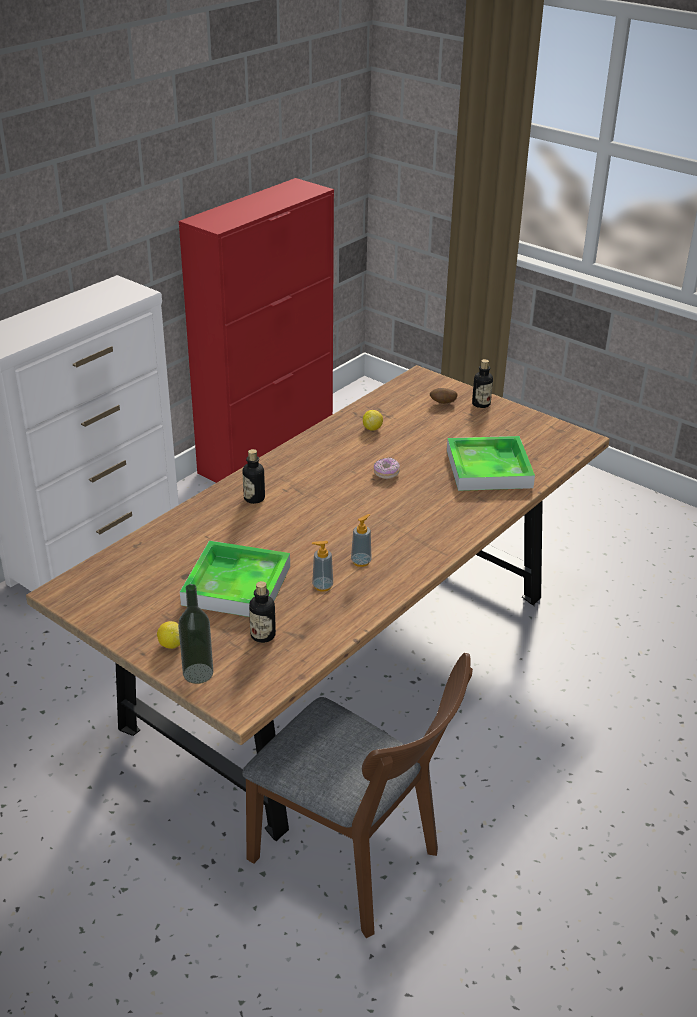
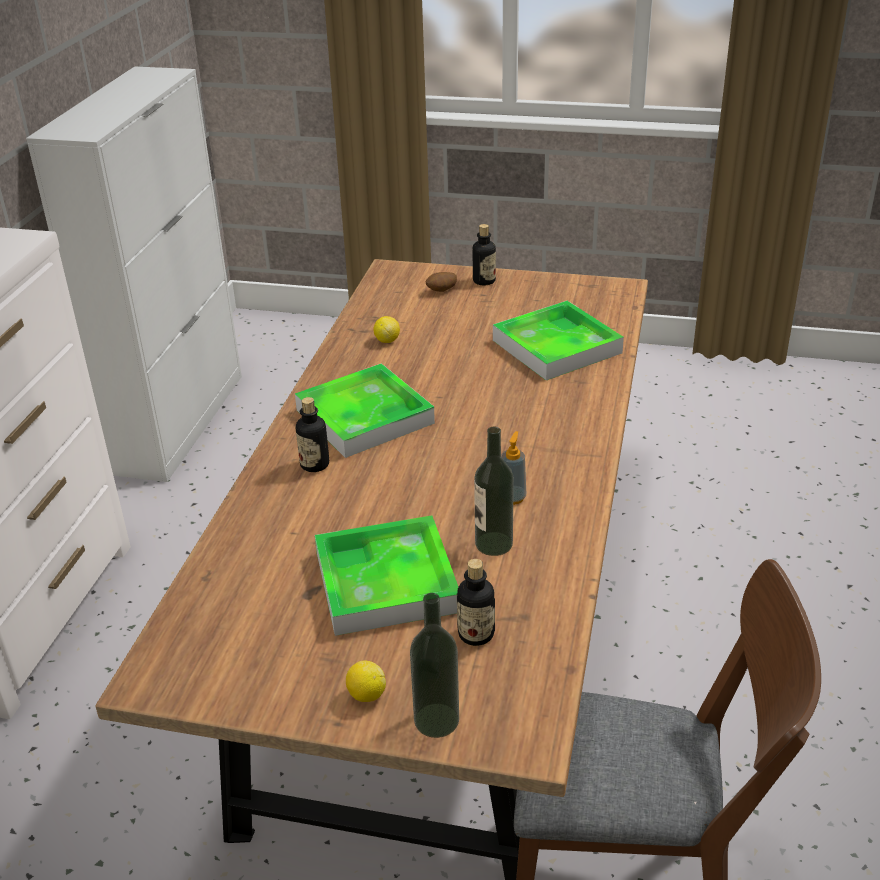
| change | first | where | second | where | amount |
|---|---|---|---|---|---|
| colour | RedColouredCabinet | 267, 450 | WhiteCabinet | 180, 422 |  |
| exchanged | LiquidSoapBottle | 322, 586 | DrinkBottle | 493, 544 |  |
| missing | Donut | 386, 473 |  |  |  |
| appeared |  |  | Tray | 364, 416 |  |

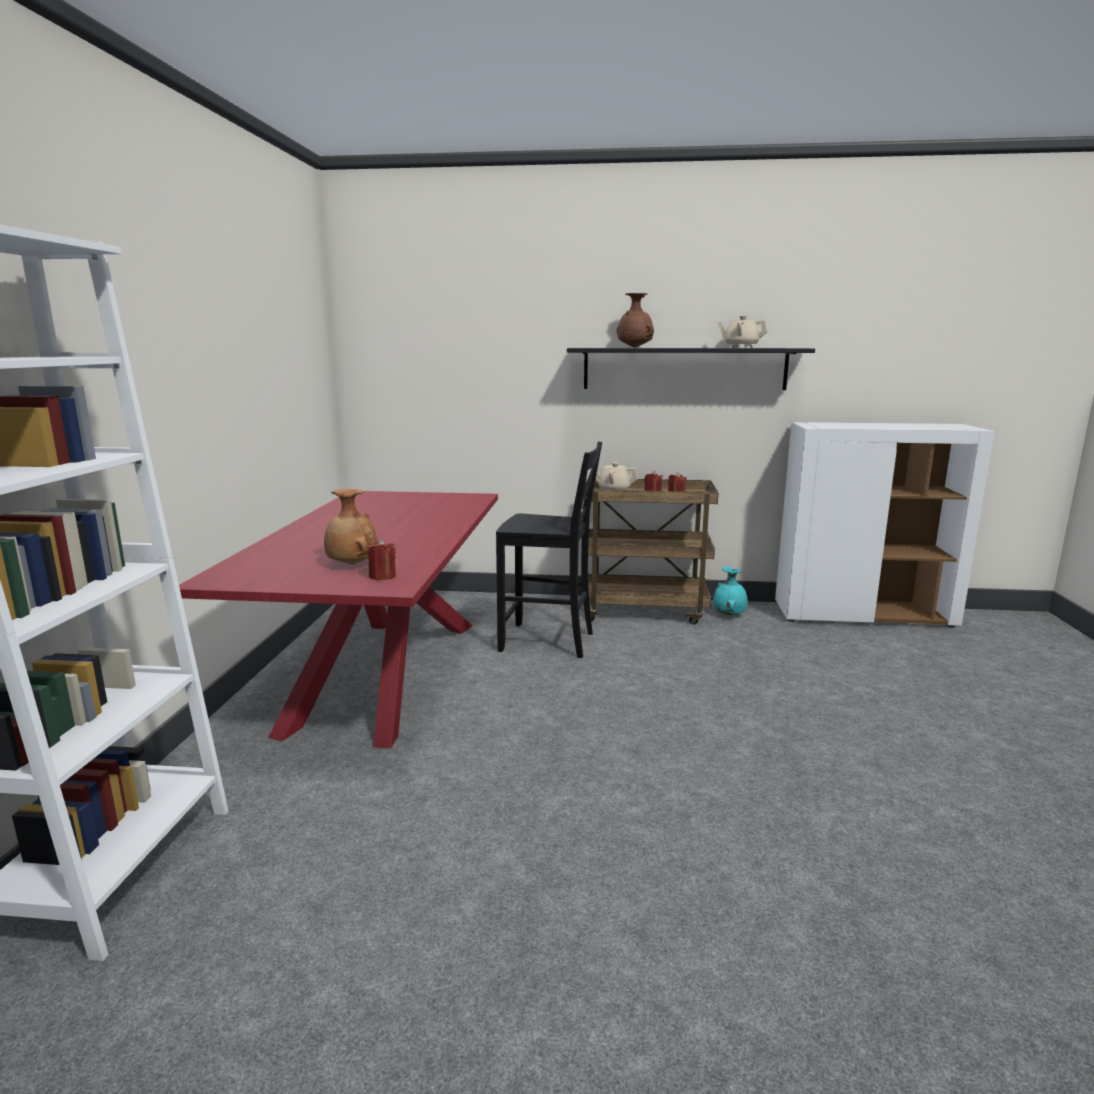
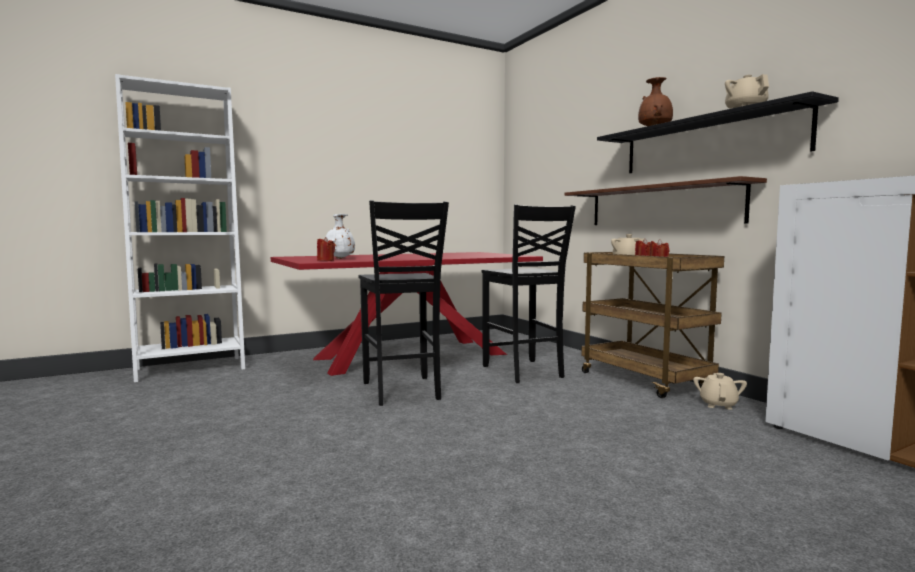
| change | first | where | second | where | amount |
|---|---|---|---|---|---|
| colour | BrownColouredVase | 351, 564 | WhiteVase | 339, 258 |  |
| exchanged | BlueGreenVase | 729, 615 | BeigeColouredTeaPot | 718, 405 |  |
| appeared |  |  | BlackColouredUprightChair | 402, 391 |  |
| appeared |  |  | BrownColouredBracketShelf | 661, 205 |  |

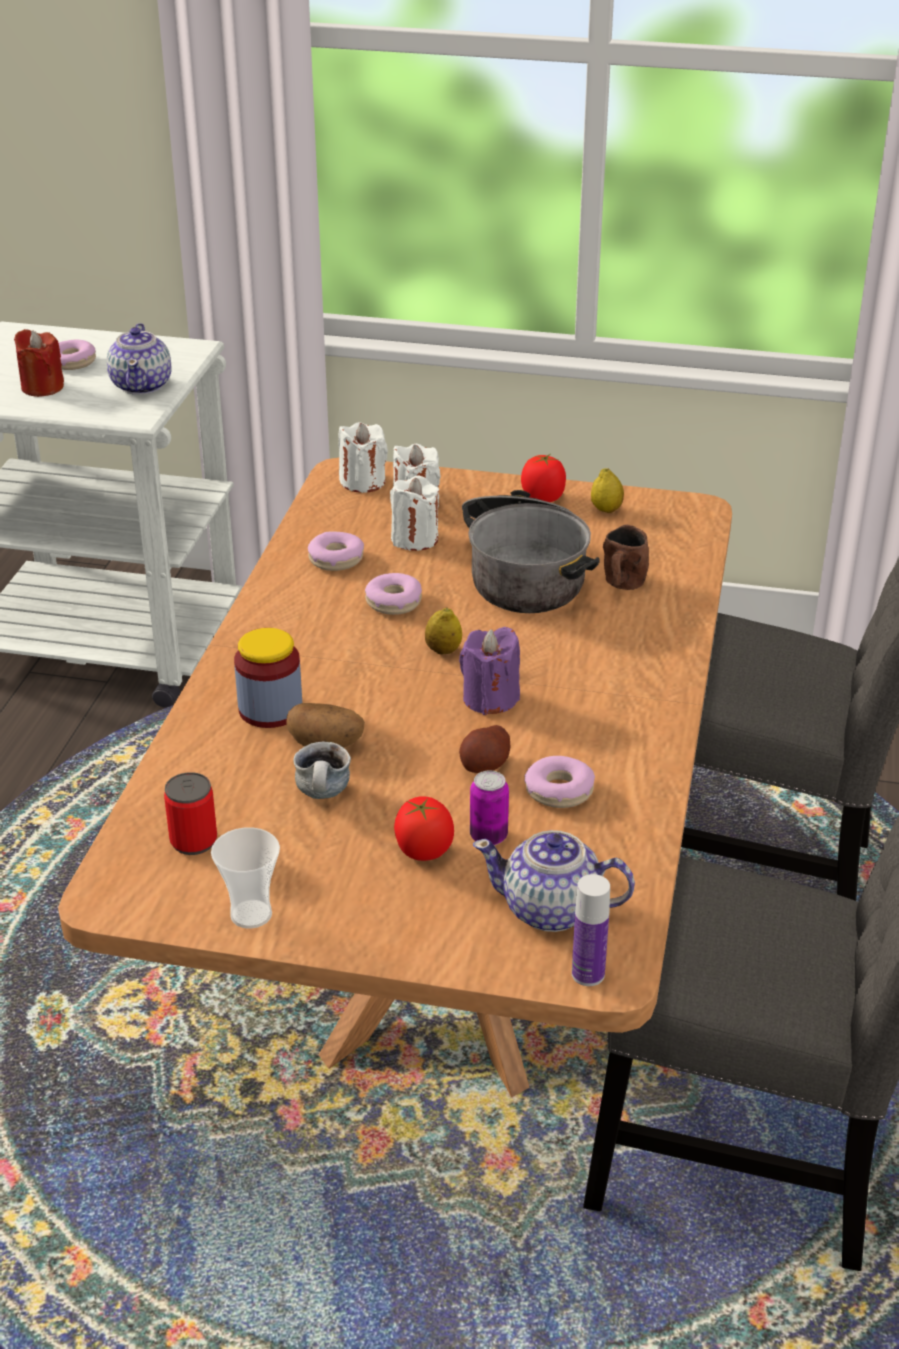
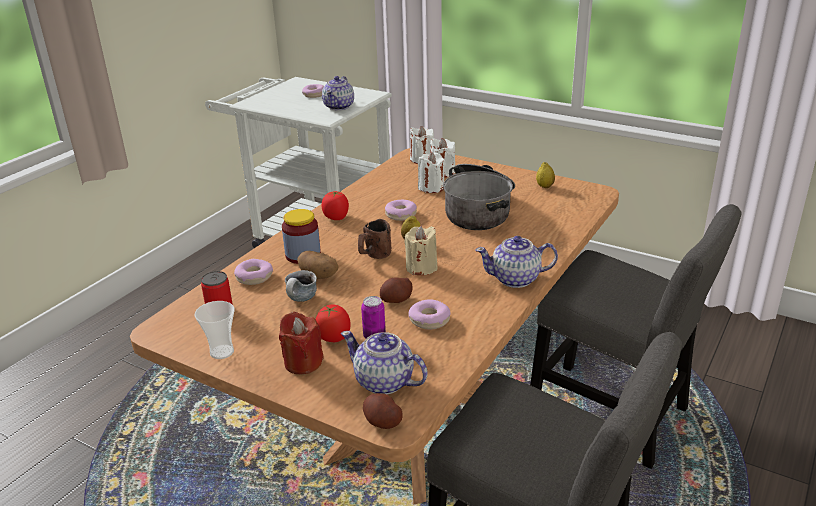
| change | first | where | second | where | amount |
|---|---|---|---|---|---|
| relocated | RedColouredWaxCandle | 42, 387 |  | 303, 362 |  |
| relocated | Donut | 336, 559 |  | 254, 277 |  |
| colour | PurpleColouredWaxCandle | 490, 699 | BeigeColouredWaxCandle | 421, 267 |  |
| relocated | Tomato | 543, 498 |  | 336, 217 |  |
| exchanged | DrinkBottle | 588, 974 | WholePotato | 382, 422 |  |
| relocated | BrownColouredMug | 621, 586 |  | 373, 256 |  |
| appeared |  |  | TeaPot | 516, 279 |  |

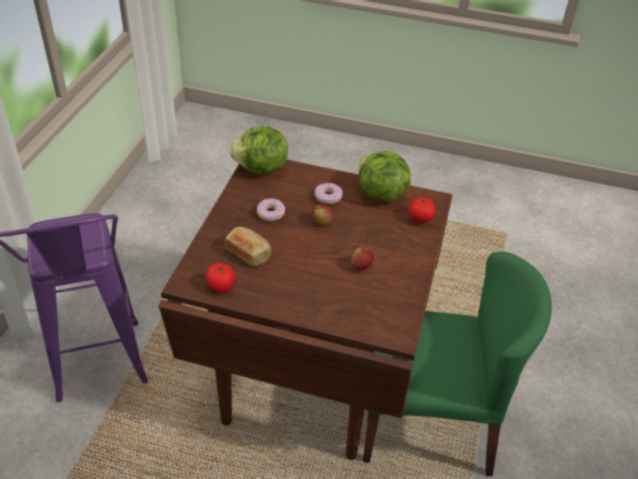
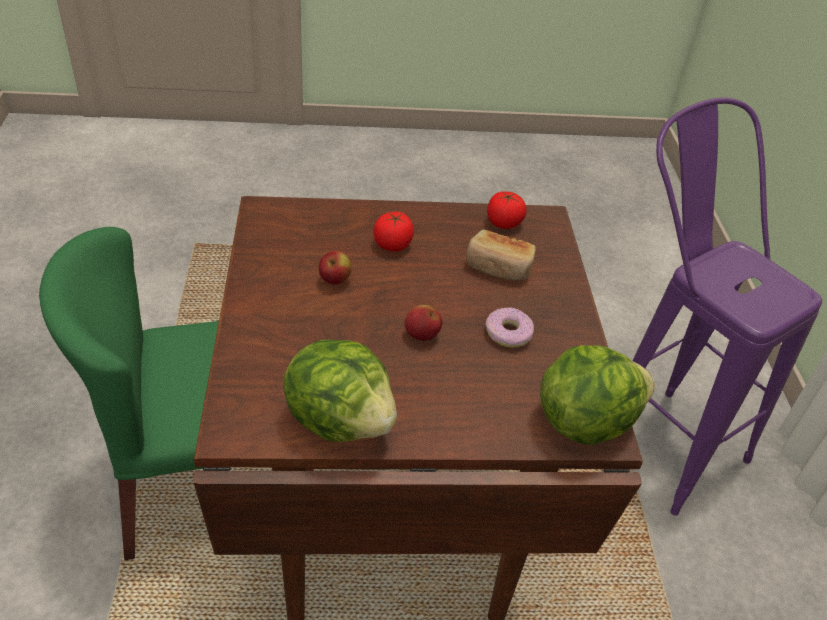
| change | first | where | second | where | amount |
|---|---|---|---|---|---|
| missing | Donut | 328, 197 |  |  |  |
| relocated | Tomato | 420, 218 |  | 393, 244 |  |

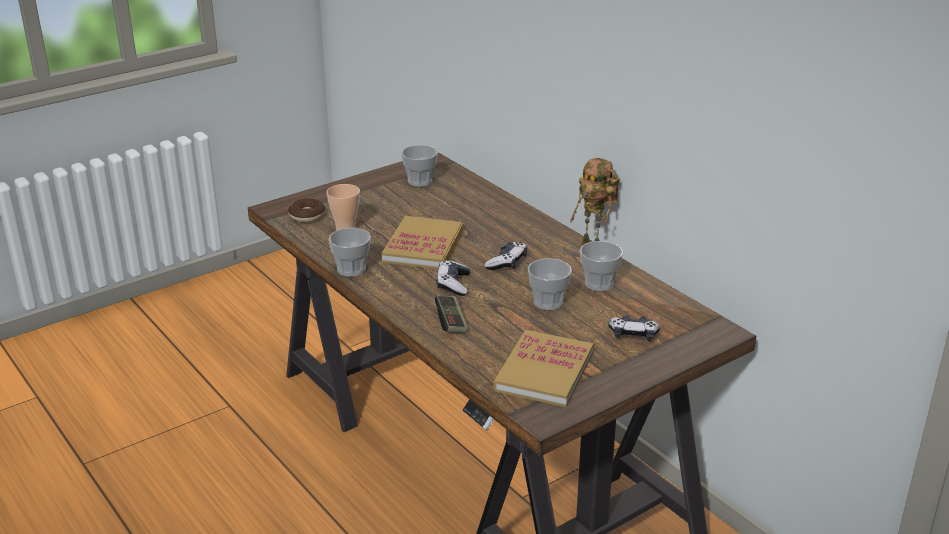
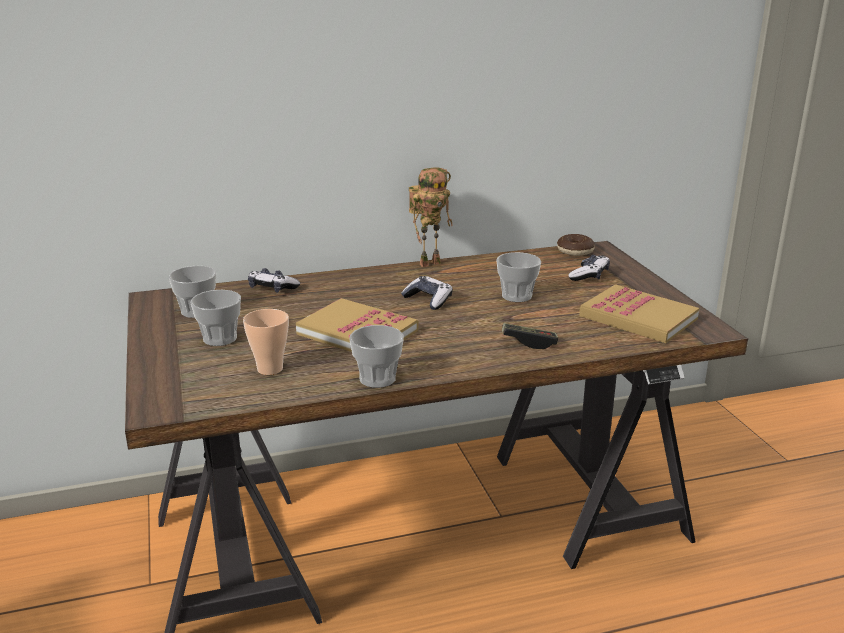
| change | first | where | second | where | amount |
|---|---|---|---|---|---|
| relocated | Donut | 307, 216 |  | 575, 251 |  |
| relocated | GameController | 453, 284 |  | 272, 288 |  |
| relocated | Cup | 599, 284 |  | 220, 338 |  |

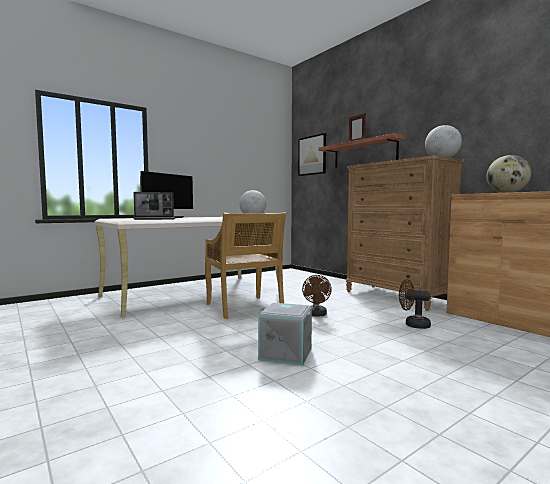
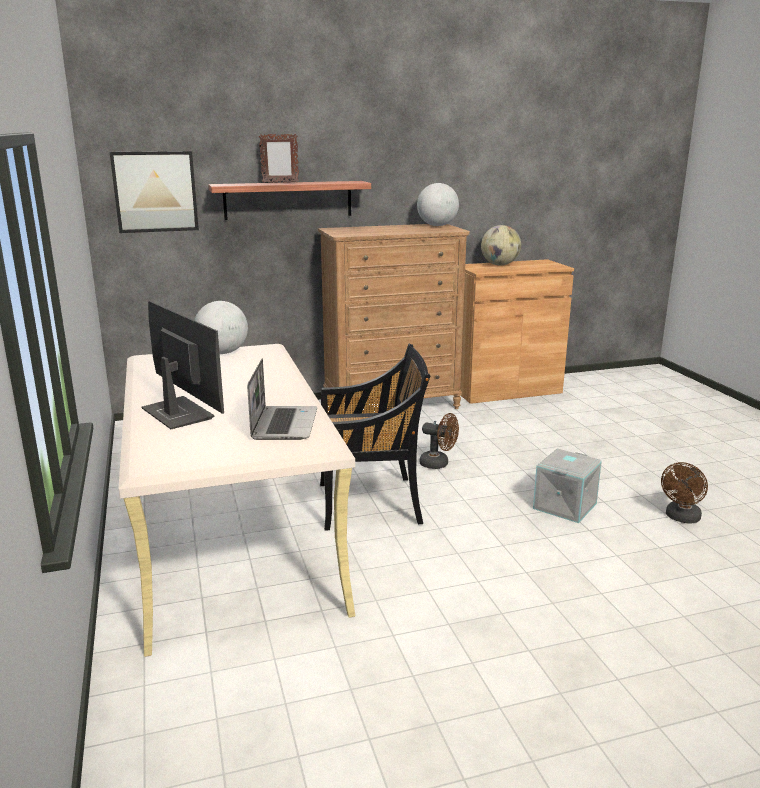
| change | first | where | second | where | amount |
|---|---|---|---|---|---|
| colour | BeigeColouredUprightChair | 244, 308 | BlackColouredUprightChair | 371, 503 |  |
| relocated | BrownColouredCoolingFan | 413, 325 |  | 681, 518 |  |

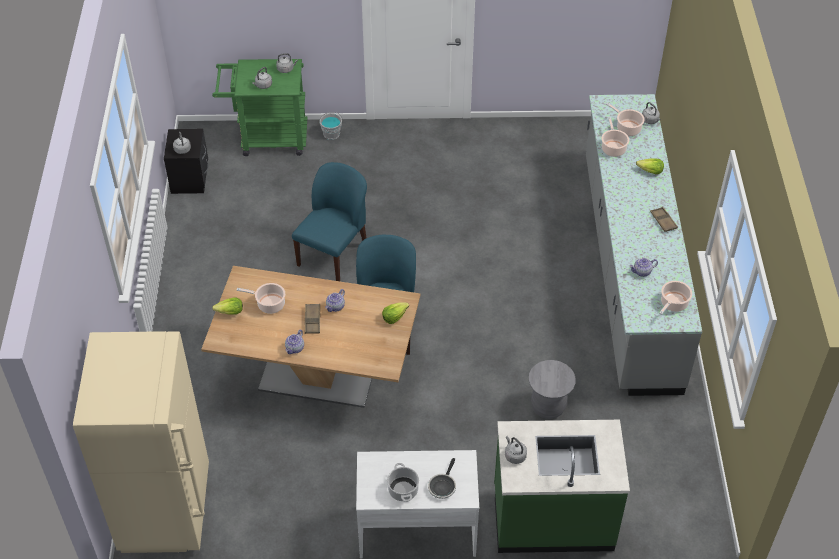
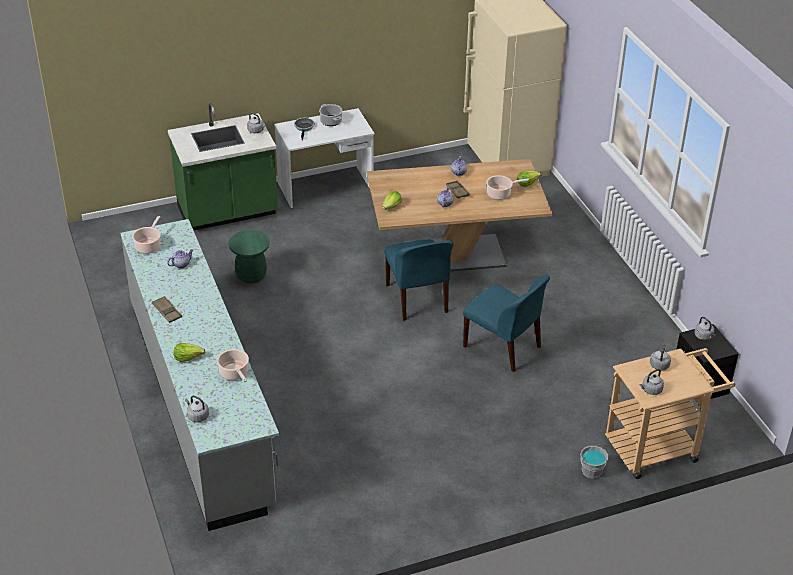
| change | first | where | second | where | amount |
|---|---|---|---|---|---|
| colour | GreenTrolley | 267, 138 | BeigeColouredTrolley | 658, 447 |  |
| spun | BlueColouredUprightChair | 333, 254 |  | 503, 347 | 60 degrees counterclockwise |
| colour | GreyStool | 548, 406 | GreenStool | 251, 275 |  |
| missing | Stockpot | 627, 128 |  |  |  |

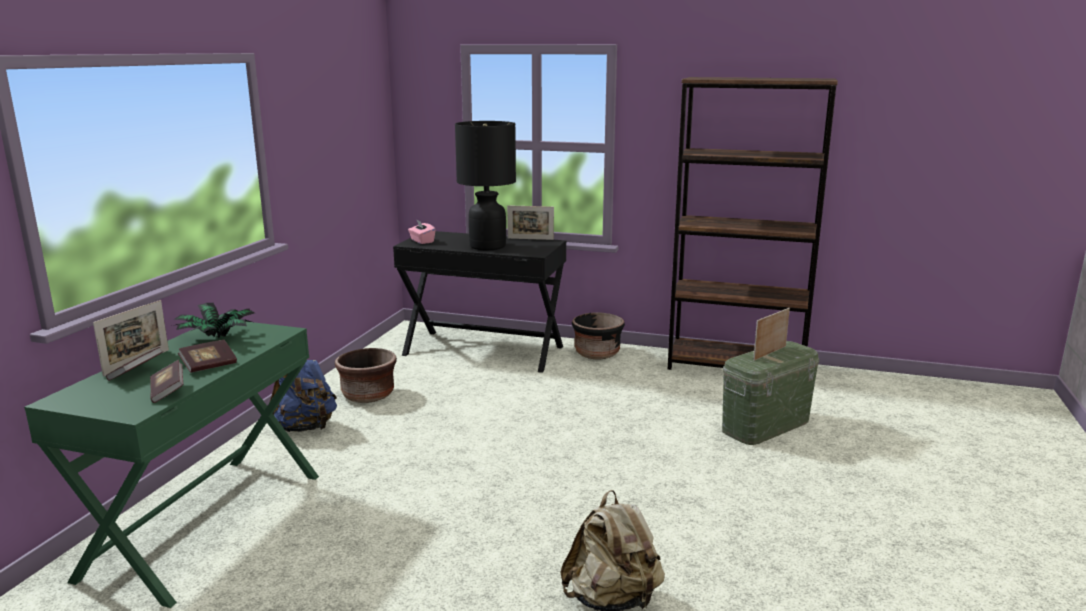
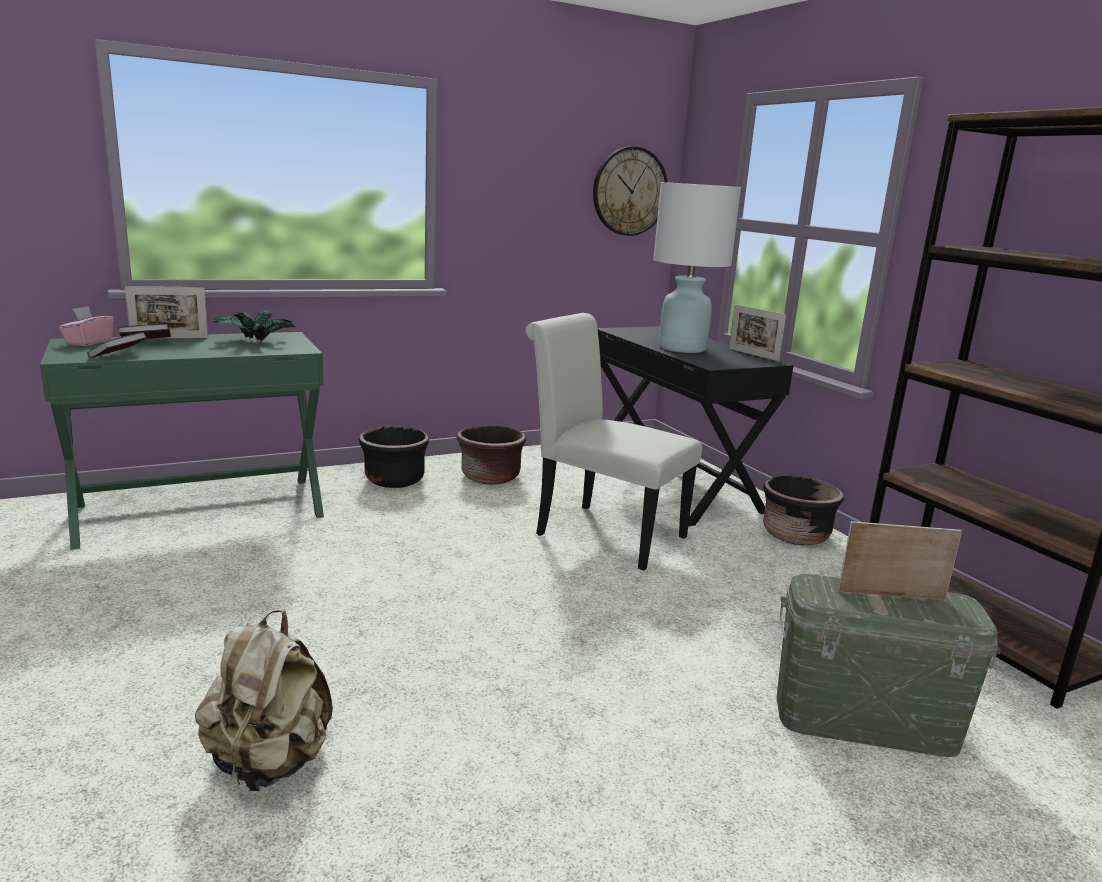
| change | first | where | second | where | amount |
|---|---|---|---|---|---|
| missing | Book | 209, 366 |  |  |  |
| exchanged | BlueColouredKnapsack | 305, 428 | BlackColouredPlanter | 394, 480 |  |
| relocated | PinkTissueBox | 422, 241 |  | 88, 342 |  |
| colour | BlackColouredLampForATable | 488, 246 | WhiteLampForATable | 683, 348 |  |
| appeared |  |  | WhiteUprightChair | 602, 533 |  |
| appeared |  |  | WallClock | 630, 191 |  |

